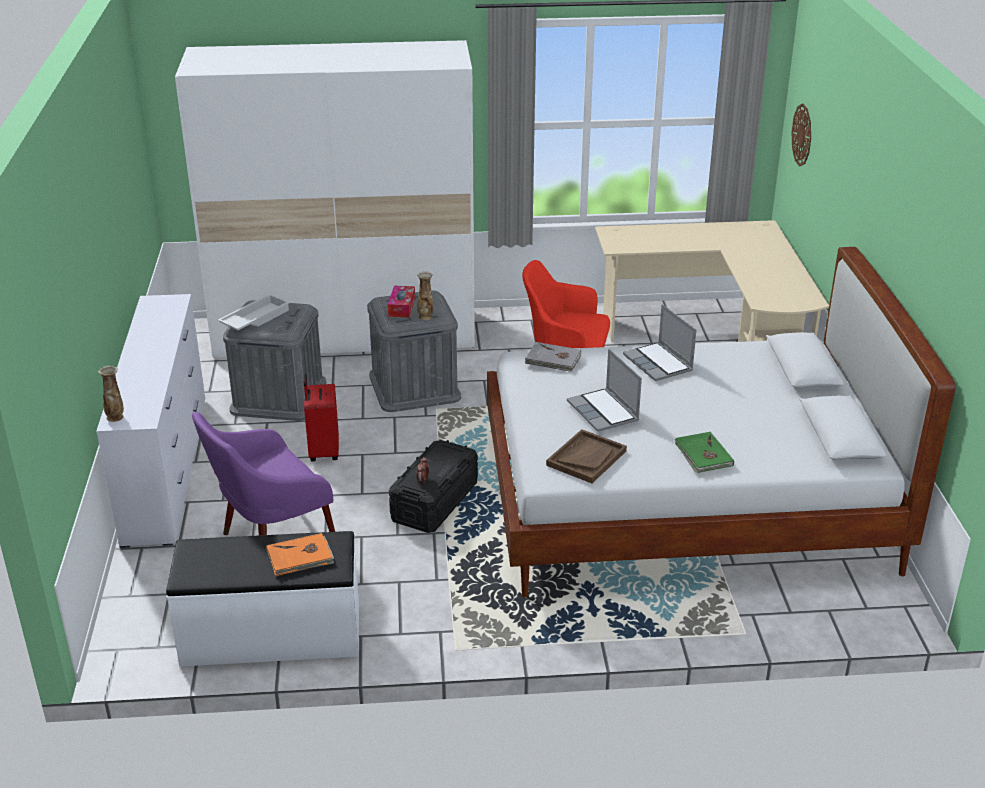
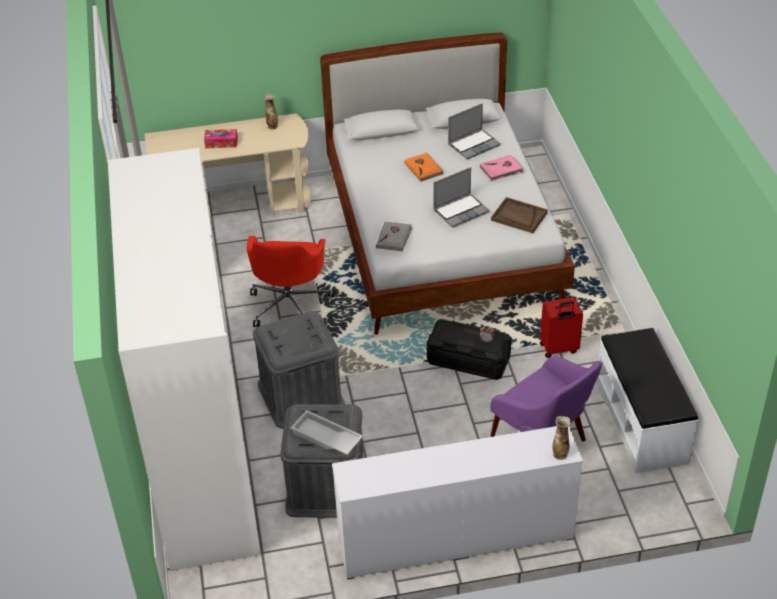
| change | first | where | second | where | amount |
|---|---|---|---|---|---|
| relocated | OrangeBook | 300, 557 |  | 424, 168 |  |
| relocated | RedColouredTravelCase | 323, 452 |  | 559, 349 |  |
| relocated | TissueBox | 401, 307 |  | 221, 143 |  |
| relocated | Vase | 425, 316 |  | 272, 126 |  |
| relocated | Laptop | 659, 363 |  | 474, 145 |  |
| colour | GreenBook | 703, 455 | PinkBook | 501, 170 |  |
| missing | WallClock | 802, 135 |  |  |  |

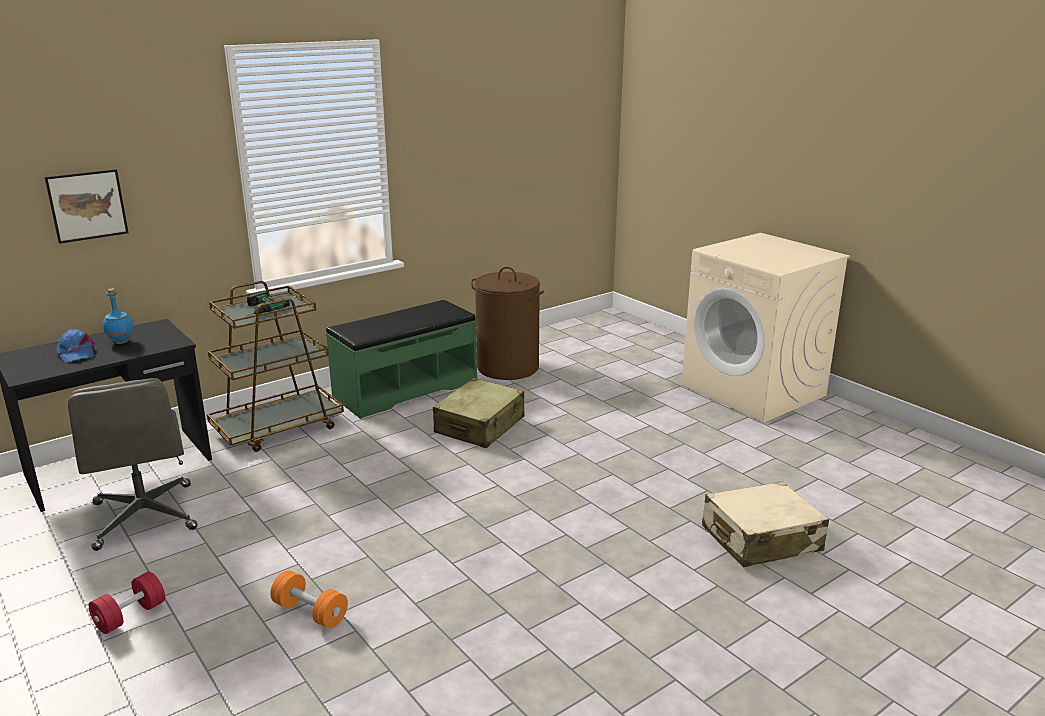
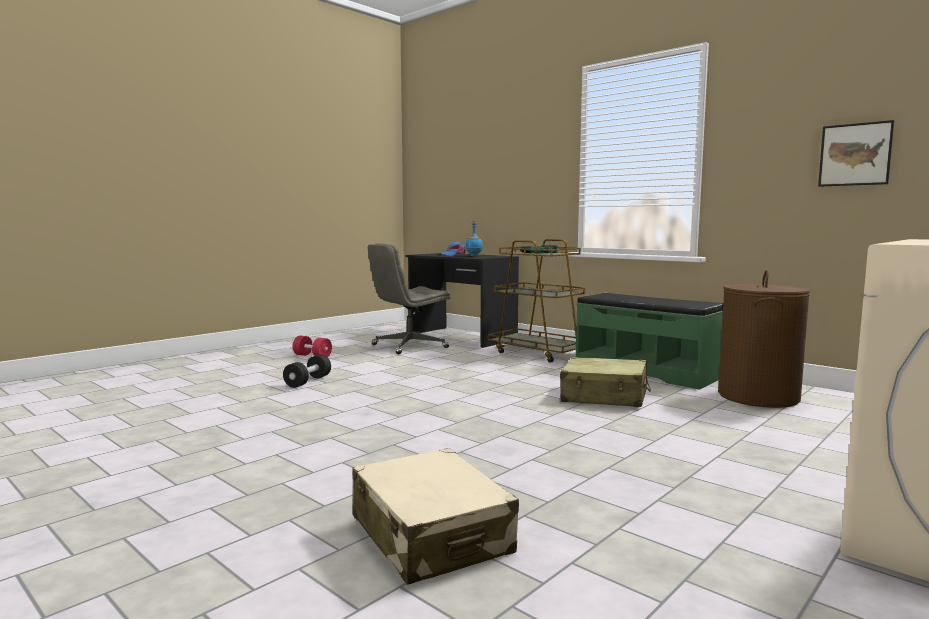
| change | first | where | second | where | amount |
|---|---|---|---|---|---|
| relocated | Picture | 87, 205 |  | 855, 154 |  |
| colour | OrangeHandWeight | 310, 612 | BlackColouredHandWeight | 308, 381 |  |

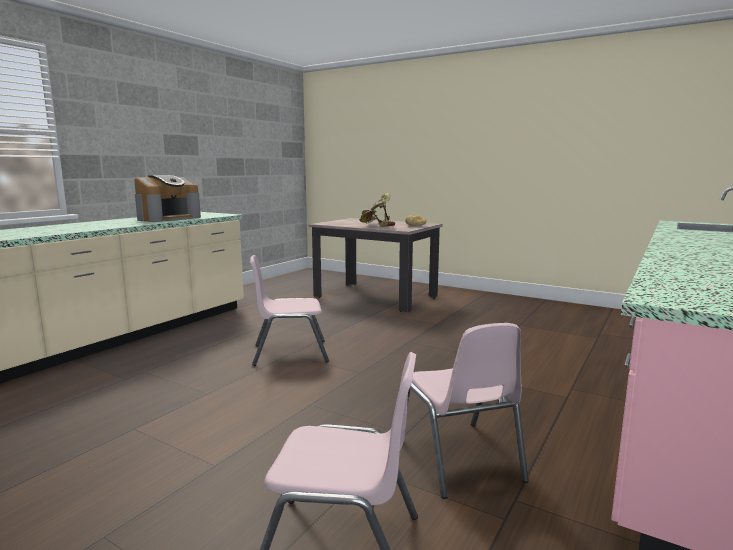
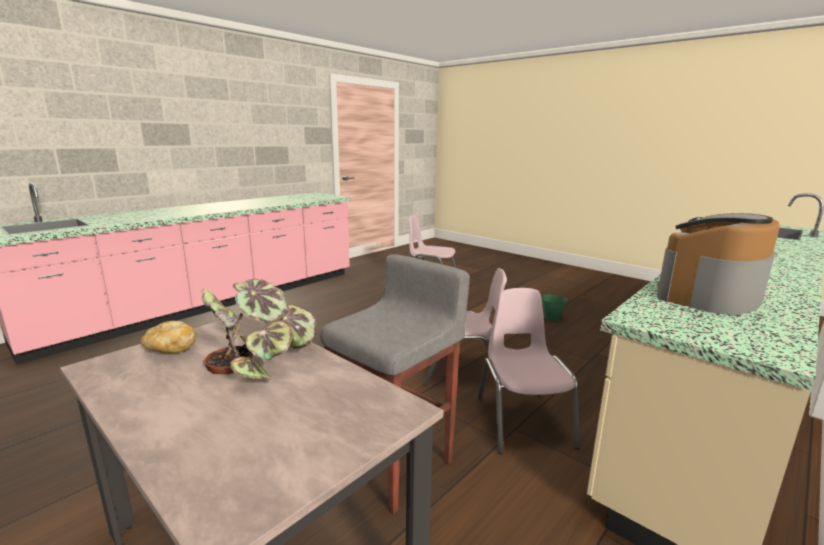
| change | first | where | second | where | amount |
|---|---|---|---|---|---|
| relocated | PinkUprightChair | 458, 458 |  | 523, 421 |  |
| appeared |  |  | GreyStool | 396, 465 |  |
| appeared |  |  | GreenWaterBucket | 552, 317 |  |

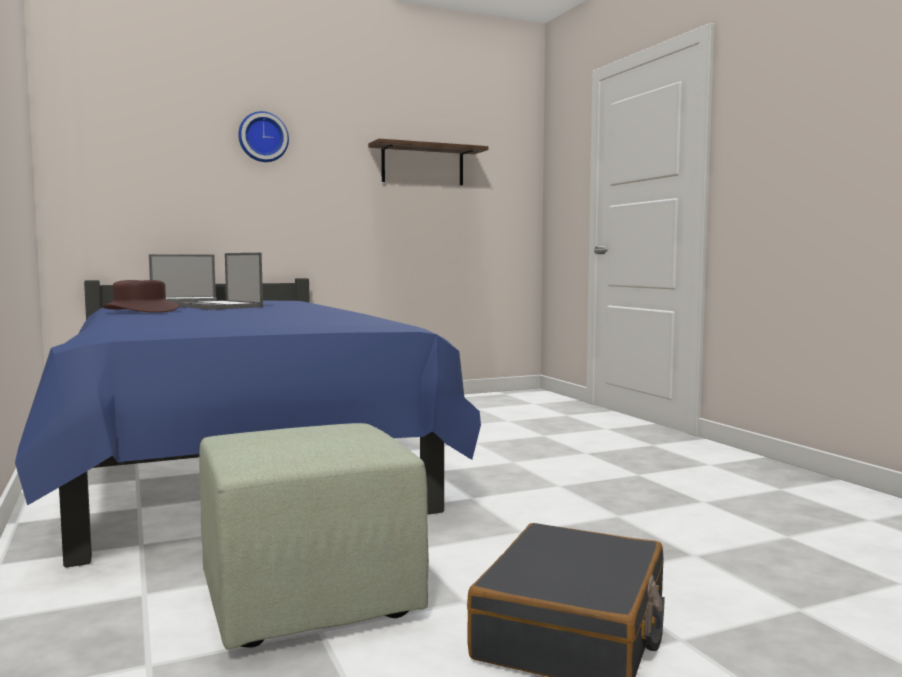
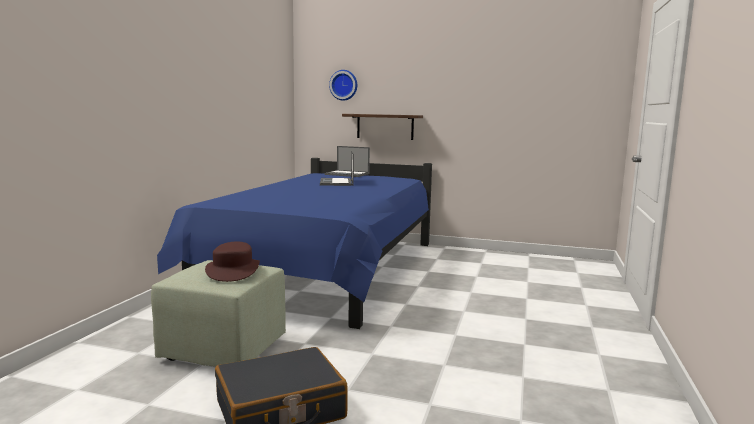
| change | first | where | second | where | amount |
|---|---|---|---|---|---|
| relocated | BrownColouredClothingHat | 140, 311 |  | 233, 270 |  |
| relocated | WallClock | 263, 137 |  | 344, 85 |  |
| relocated | BracketShelf | 422, 165 |  | 385, 126 |  |

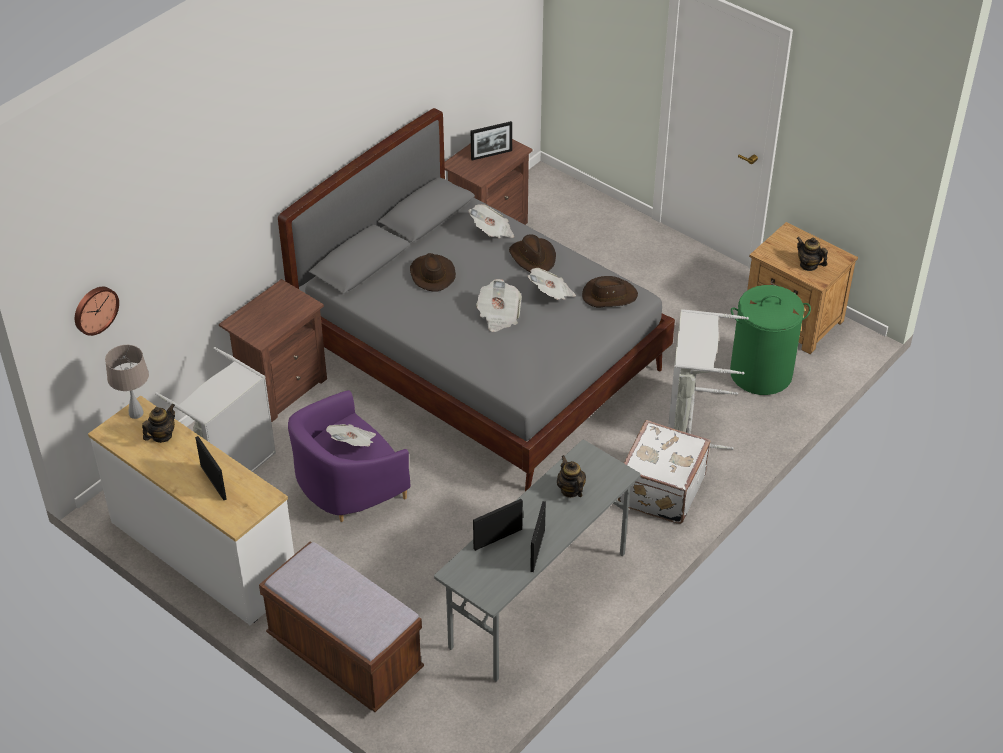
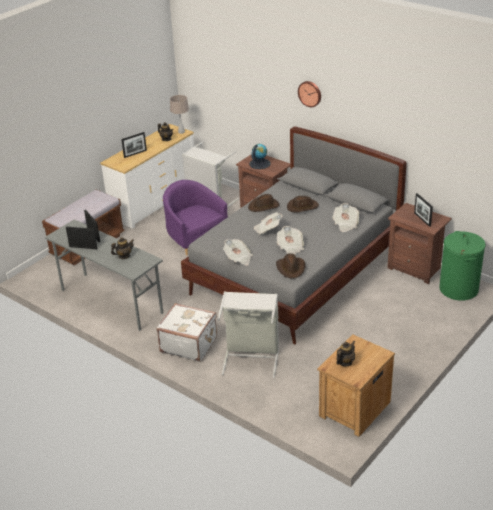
| change | first | where | second | where | amount |
|---|---|---|---|---|---|
| relocated | WallClock | 94, 309 |  | 310, 93 |  |
| relocated | PrintedPaper | 353, 443 |  | 238, 258 |  |
| relocated | BrownColouredClothingHat | 533, 257 |  | 264, 206 |  |
| relocated | GreenWashingBasket | 761, 373 |  | 459, 289 |  |
| appeared |  |  | Globe | 259, 163 |  |

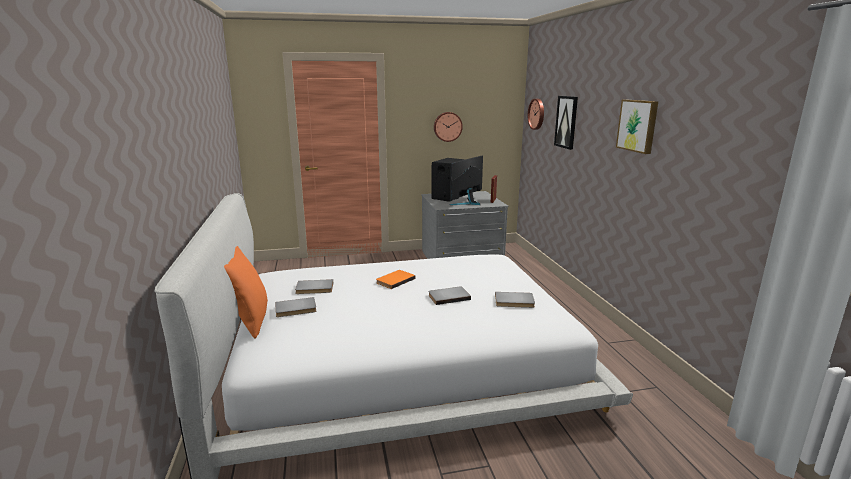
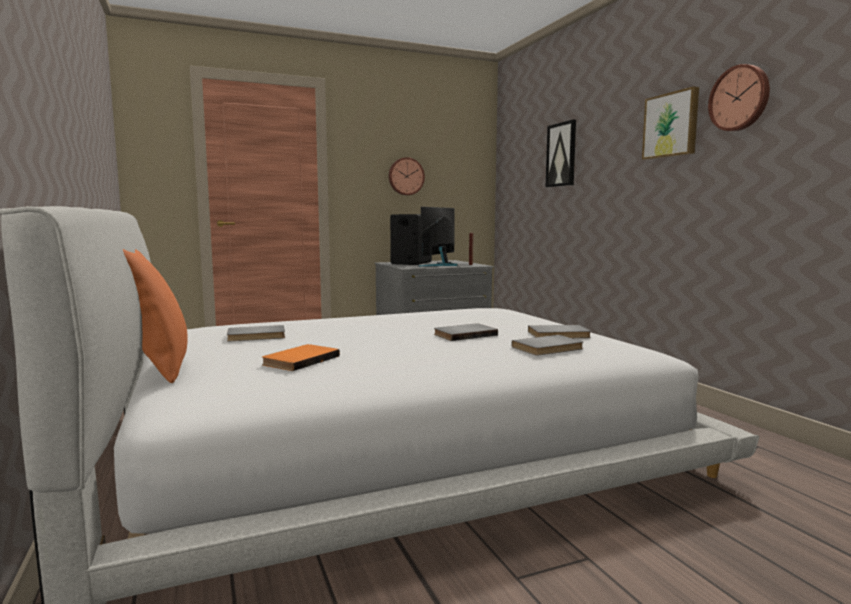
| change | first | where | second | where | amount |
|---|---|---|---|---|---|
| relocated | GreyBook | 296, 309 |  | 549, 348 |  |
| relocated | OrangeBook | 394, 280 |  | 299, 360 |  |
| relocated | WallClock | 537, 114 |  | 740, 98 |  |

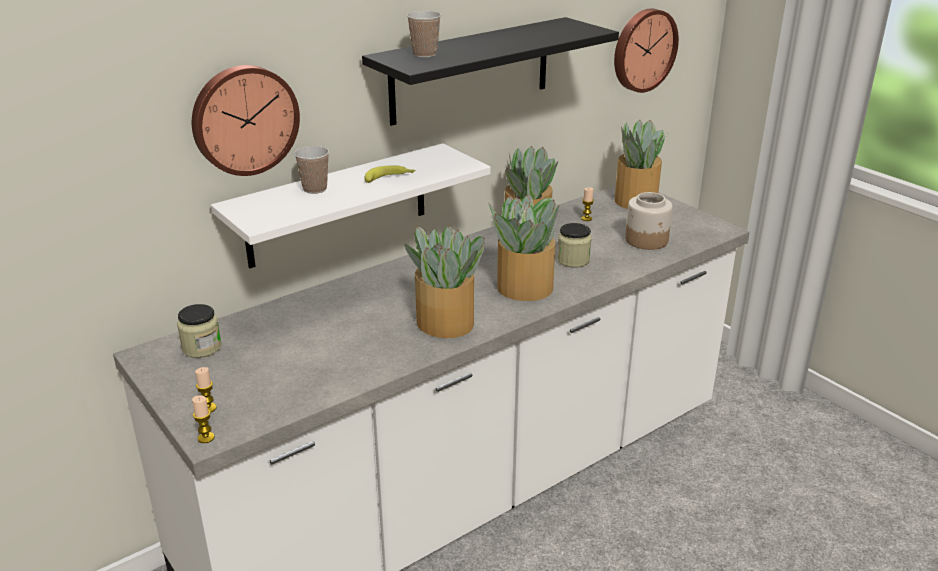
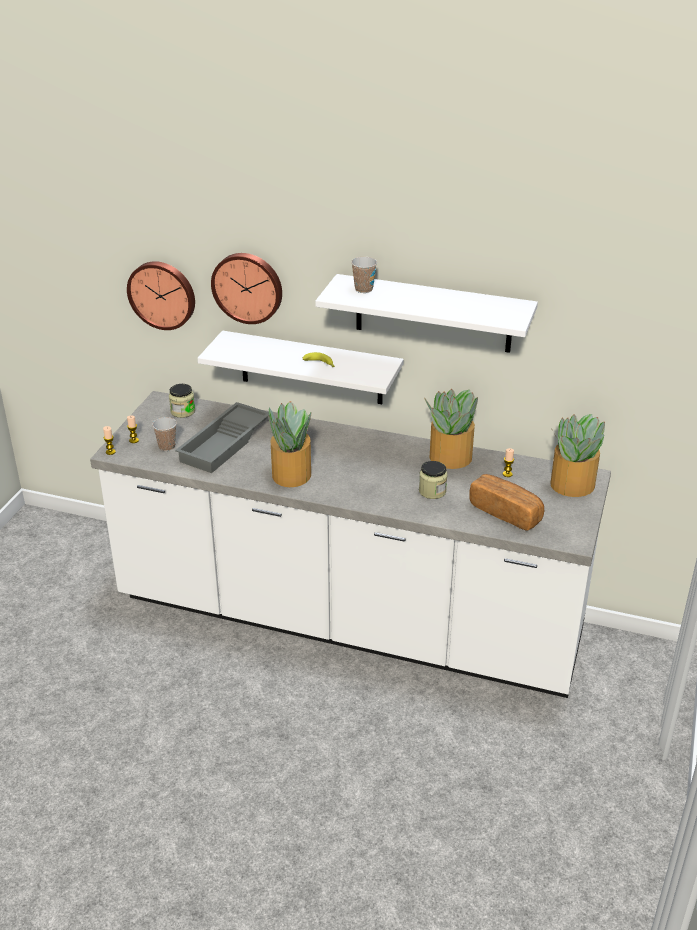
| change | first | where | second | where | amount |
|---|---|---|---|---|---|
| relocated | Cup | 315, 189 |  | 167, 446 |  |
| colour | BlackColouredBracketShelf | 471, 70 | WhiteBracketShelf | 433, 313 |  |
| missing | Houseplant | 523, 288 |  |  |  |
| relocated | WallClock | 643, 50 |  | 162, 294 |  |
| exchanged | Jar | 647, 240 | Bread | 506, 512 |  |
| appeared |  |  | GreyTray | 226, 444 |  |

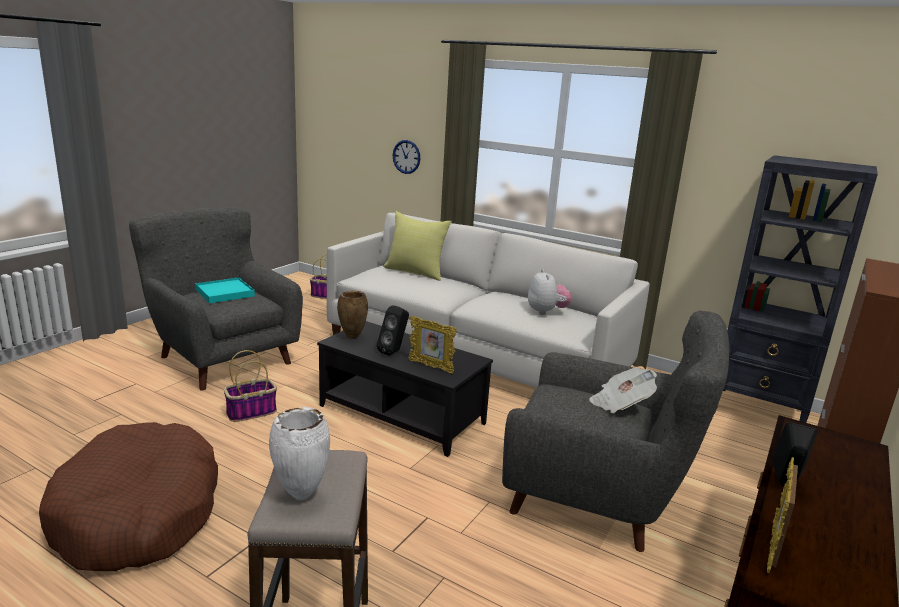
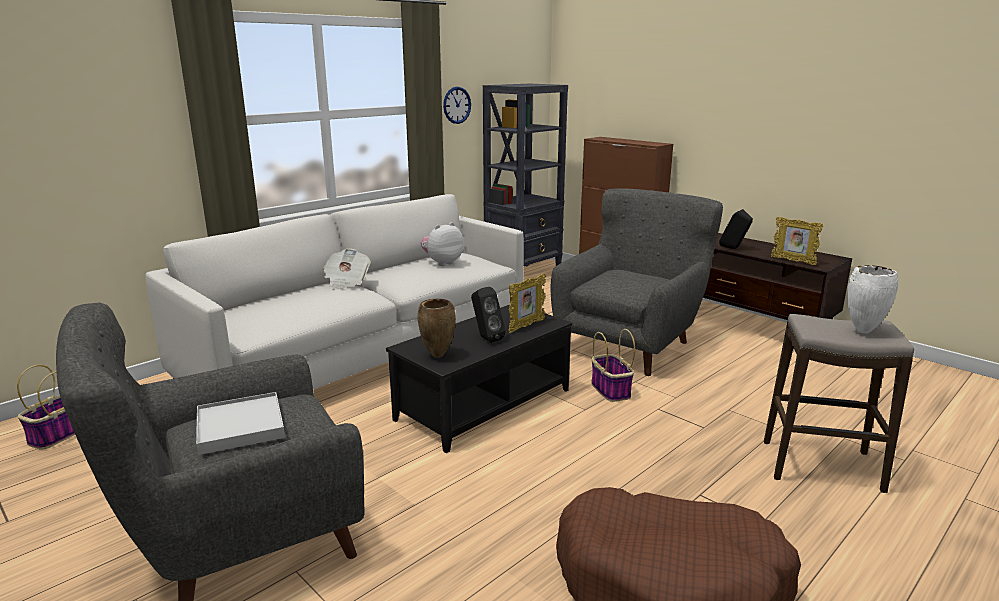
| change | first | where | second | where | amount |
|---|---|---|---|---|---|
| colour | BlueGreenTray | 225, 293 | WhiteTray | 240, 426 |  |
| relocated | StorageBasket | 252, 412 |  | 610, 390 |  |
| missing | YellowPillow | 416, 272 |  |  |  |
| relocated | WallClock | 406, 157 |  | 457, 105 |  |
| spun | SoftToy | 546, 312 |  | 442, 263 | 45 degrees counterclockwise |
| relocated | PrintedPaper | 620, 404 |  | 346, 282 |  |

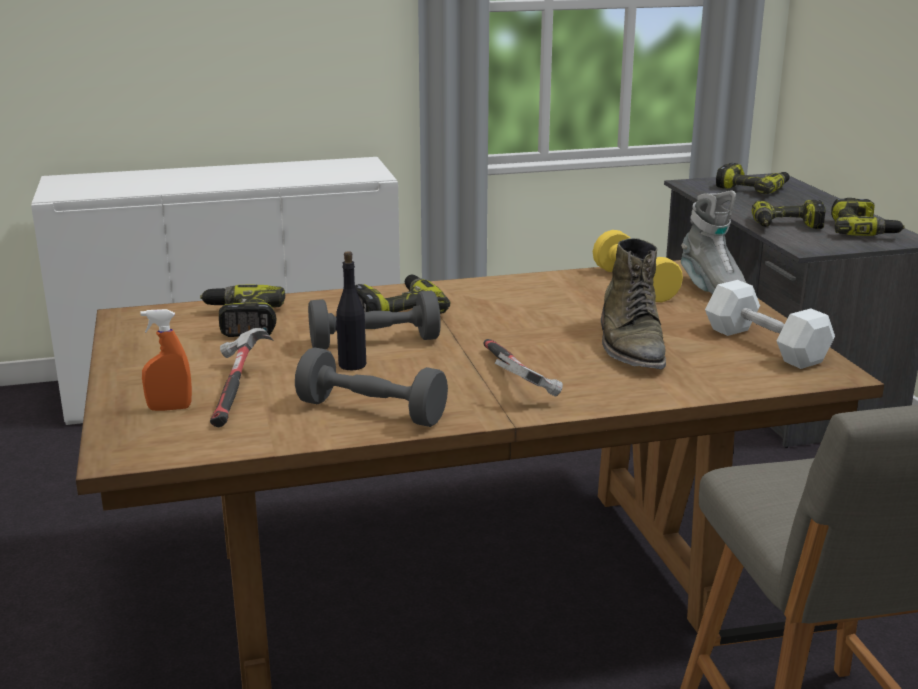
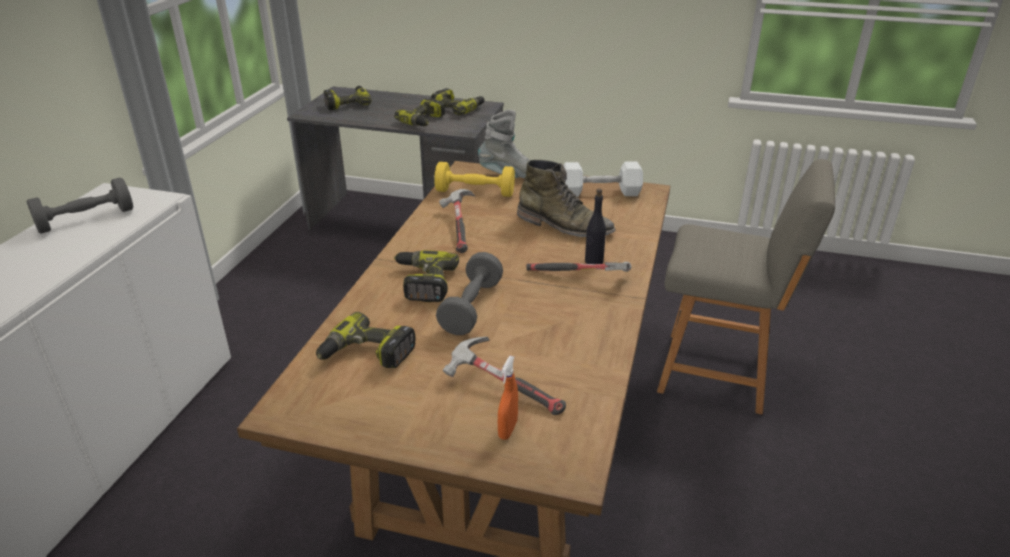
| change | first | where | second | where | amount |
|---|---|---|---|---|---|
| relocated | GreyHandWeight | 371, 411 |  | 86, 220 |  |
| relocated | BlackColouredDrinkBottle | 352, 365 |  | 593, 262 |  |
| appeared |  |  | ToolHammer | 459, 228 |  |

